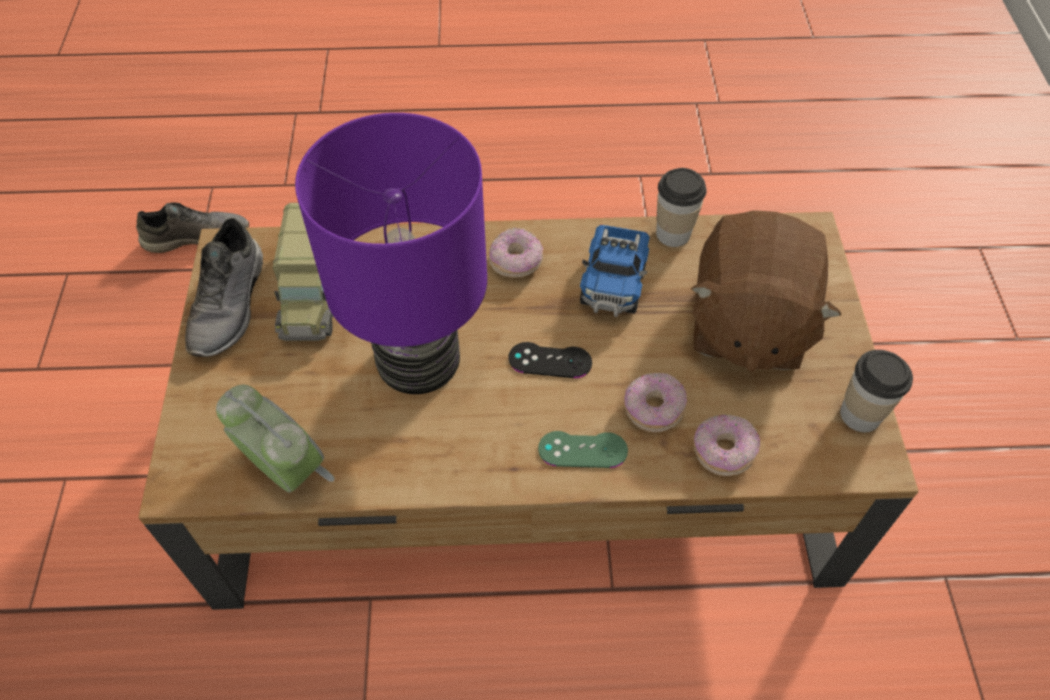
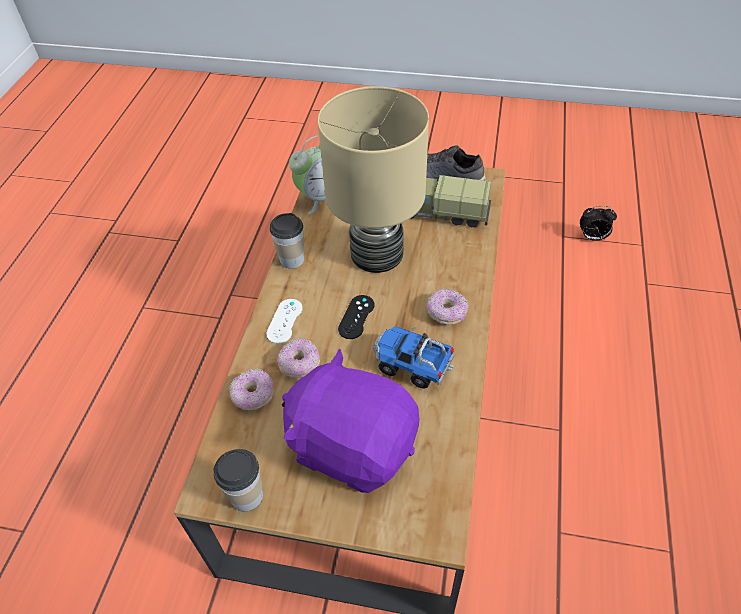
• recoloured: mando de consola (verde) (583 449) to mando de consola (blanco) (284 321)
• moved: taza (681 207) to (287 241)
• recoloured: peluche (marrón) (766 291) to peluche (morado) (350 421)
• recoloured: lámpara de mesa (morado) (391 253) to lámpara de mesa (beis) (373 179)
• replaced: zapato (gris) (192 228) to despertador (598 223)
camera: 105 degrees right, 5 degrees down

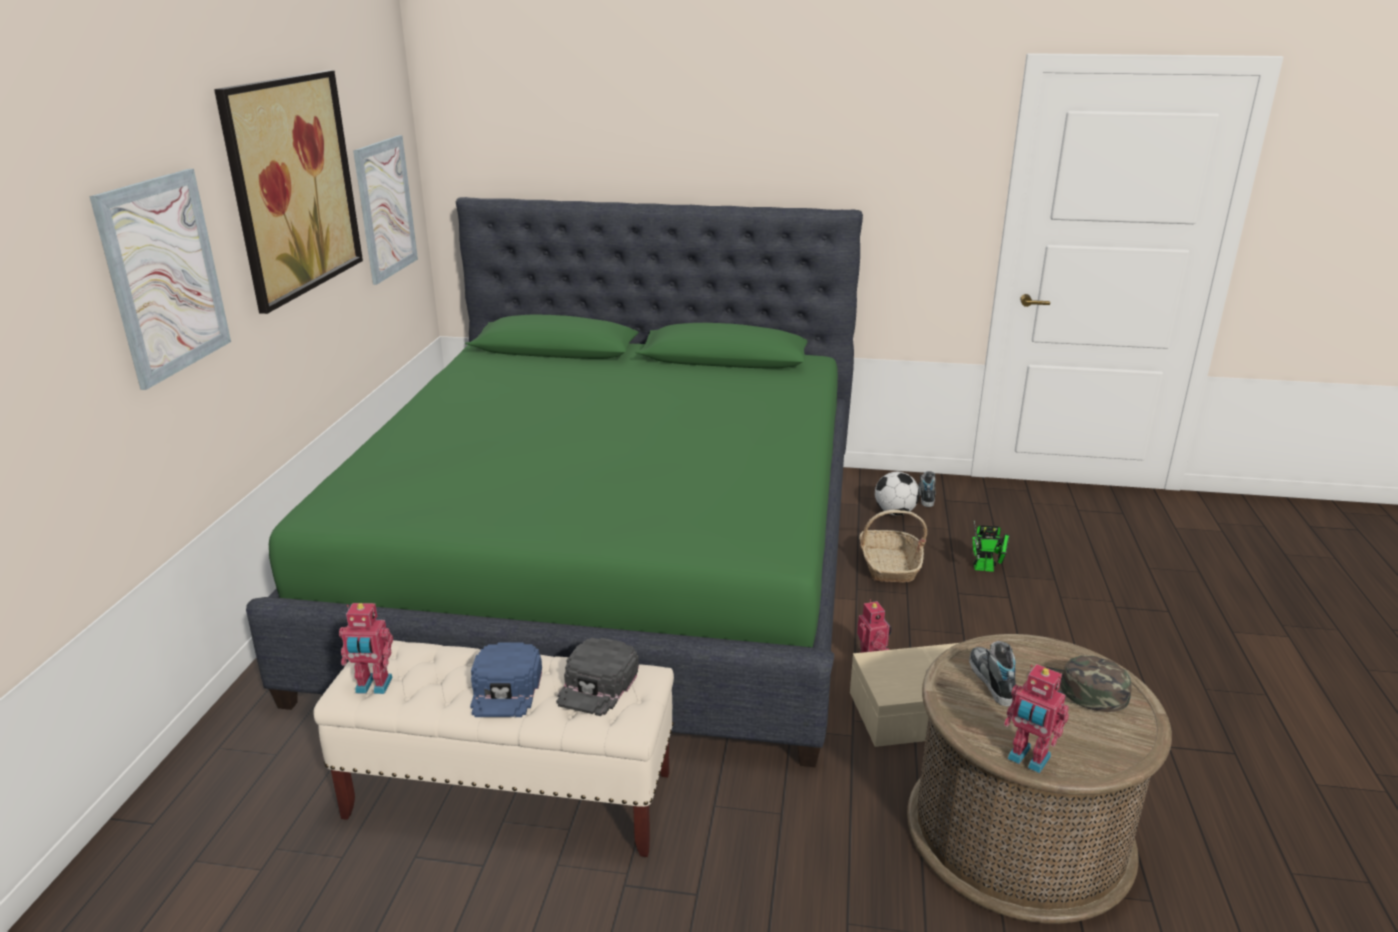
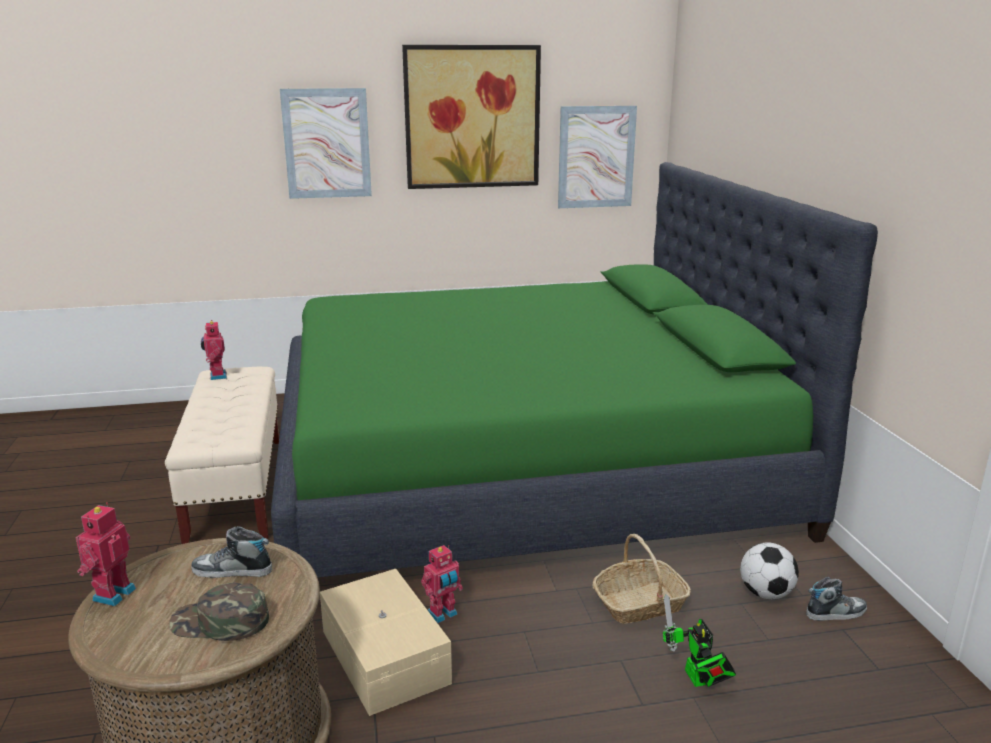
• turned: gorra (verde) (1089 683) = (219 611) 90 degrees counterclockwise
• turned: zapato (992 674) = (231 552) 150 degrees counterclockwise
• removed: gorra (azul) (506 679)
• removed: gorra (negro) (597 677)
camera: 70 degrees right, 5 degrees down

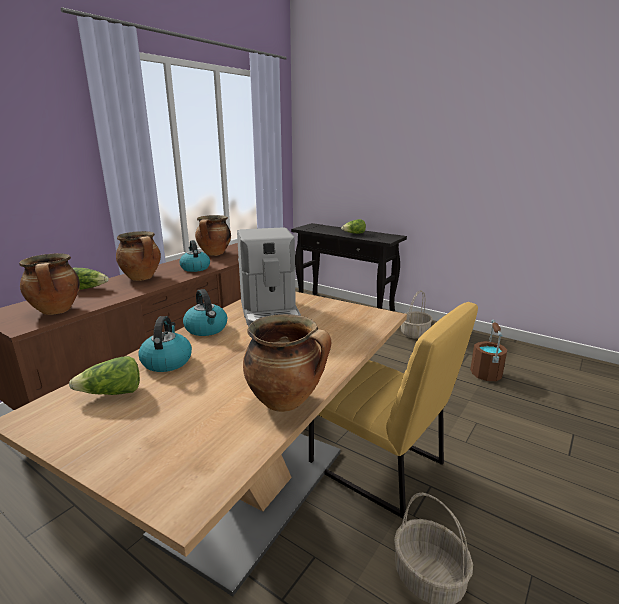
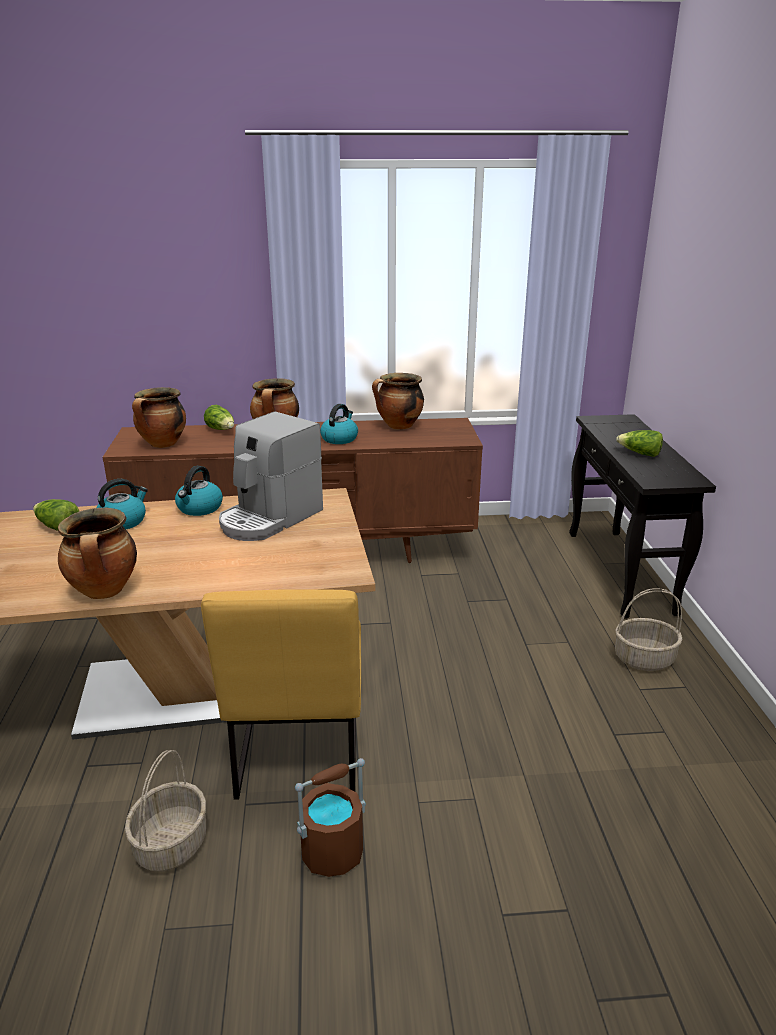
• moved: cubo (marrón) (488 350) to (330 817)
camera: 50 degrees right, 5 degrees up

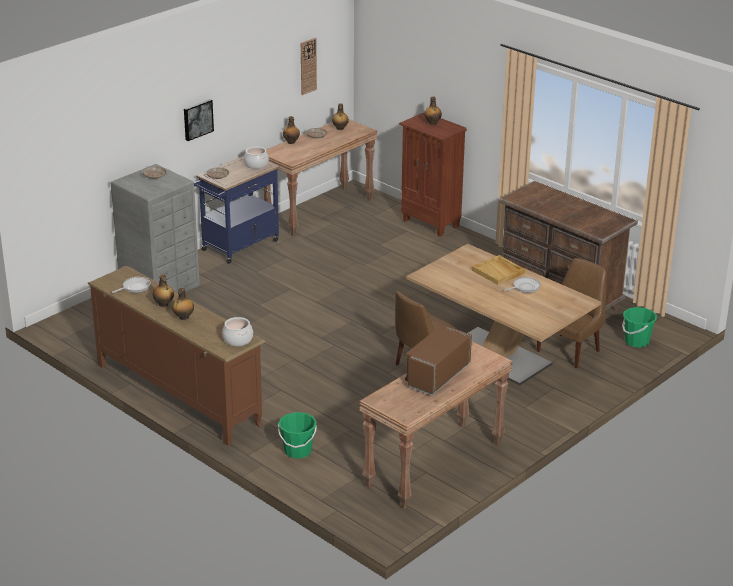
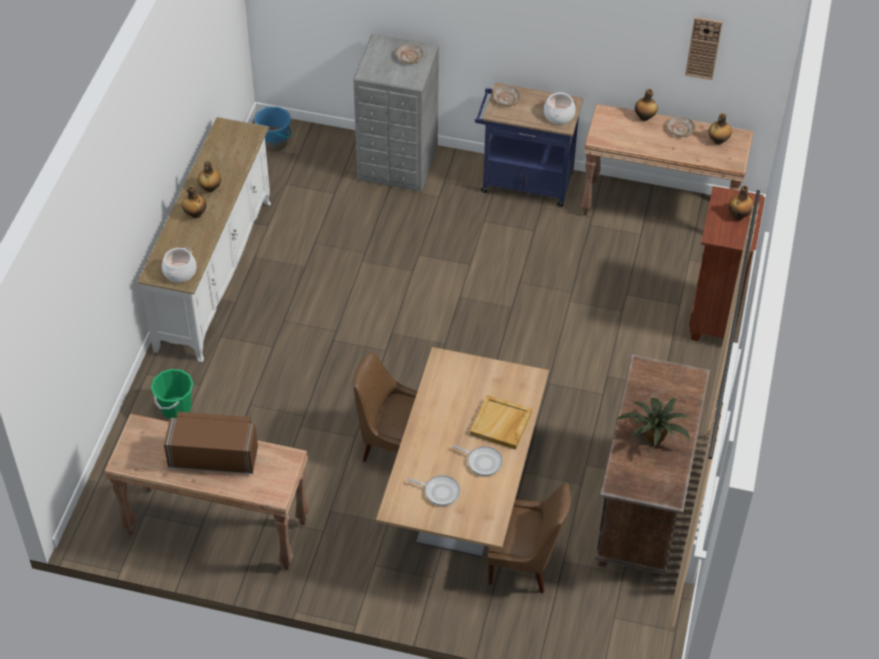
• recoloured: armario (marrón) (177 356) to armario (blanco) (204 239)
• added: cubo (azul) (273 129)
• moved: sartén (131 285) to (433 490)
• added: planta en maceta (653 422)
• removed: cuadro (199 120)
• removed: cubo (verde) (639 327)
camera: 60 degrees right, 20 degrees up

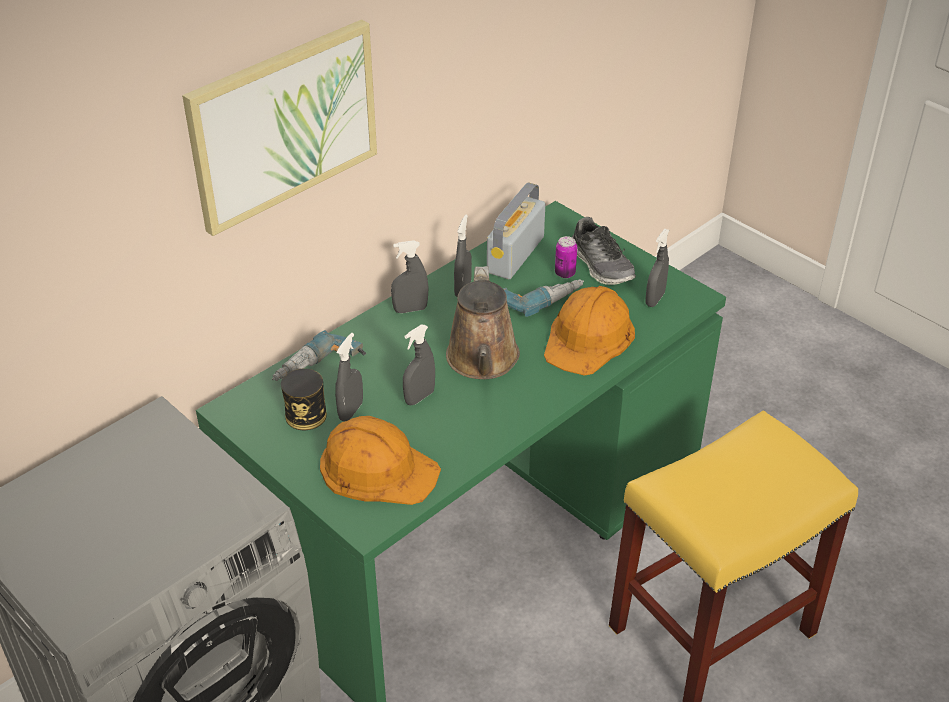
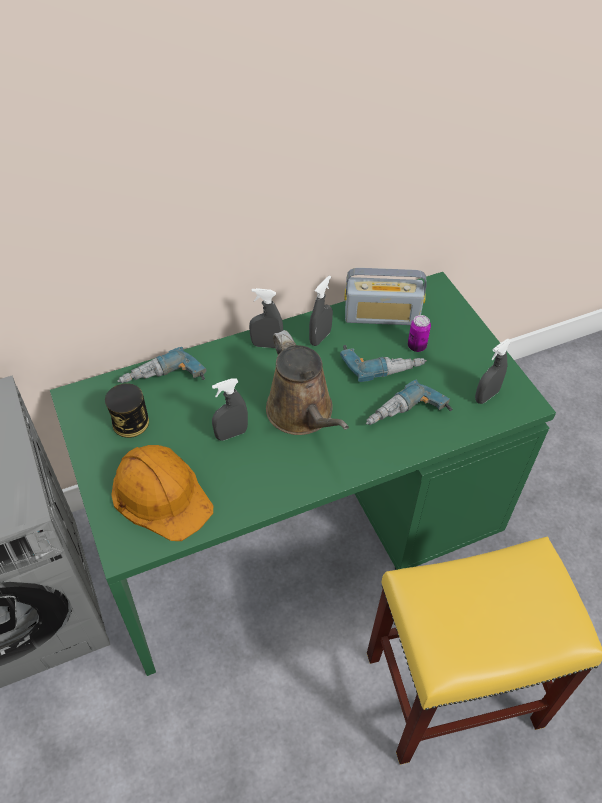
• turned: regadera (marrón) (483 322) = (307 382) 45 degrees counterclockwise
• turned: radio (516 230) = (385 296) 135 degrees counterclockwise
• replaced: casco (naranja) (589 331) to taladro (409 402)
• removed: cuadro (279 127)
• removed: pulverizador (gris) (349 377)
• removed: zapato (604 251)
camera: 20 degrees right, 10 degrees up

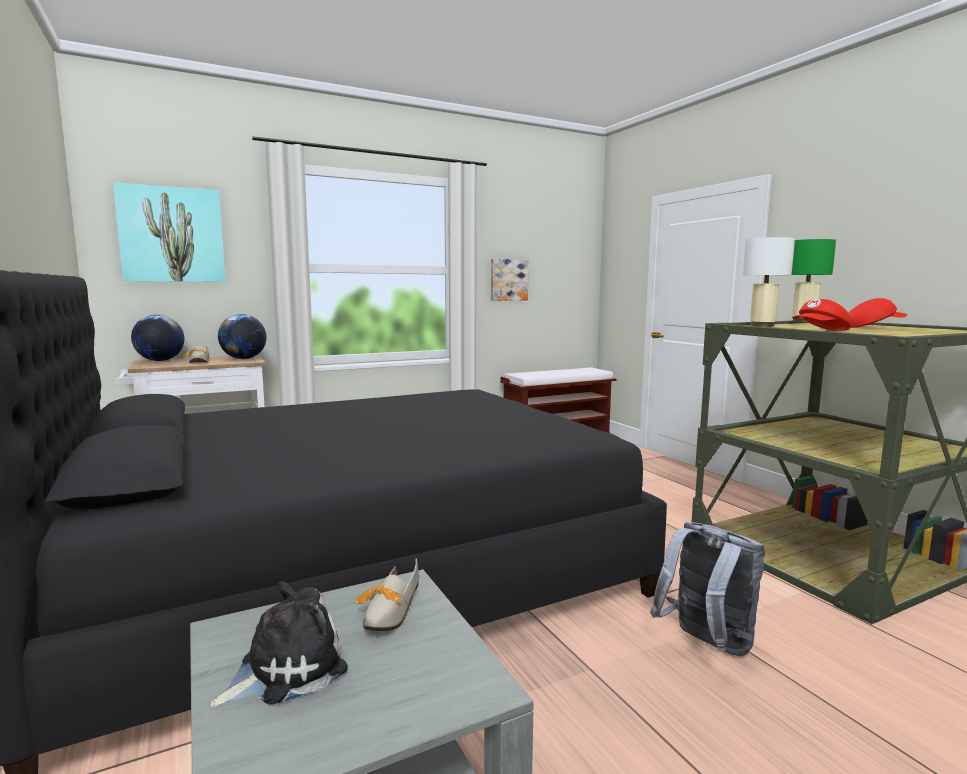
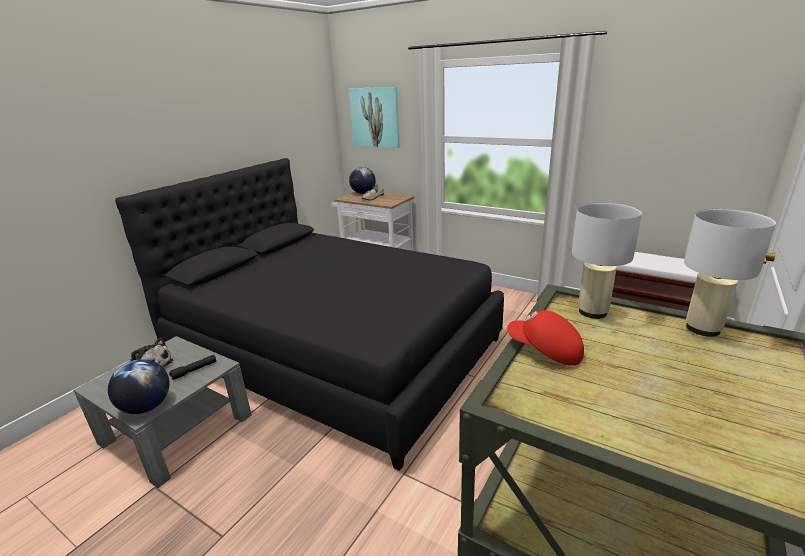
• moved: globo terráqueo (242 336) to (139 386)
• replaced: zapato (387 594) to linterna (negro) (192 367)
• recoloured: lámpara de mesa (verde) (813 281) to lámpara de mesa (blanco) (730 273)
• removed: cuadro (510 280)
• removed: mochila (gris) (707 589)
• removed: gorra (rojo) (878 313)
camera: 60 degrees right, 15 degrees up

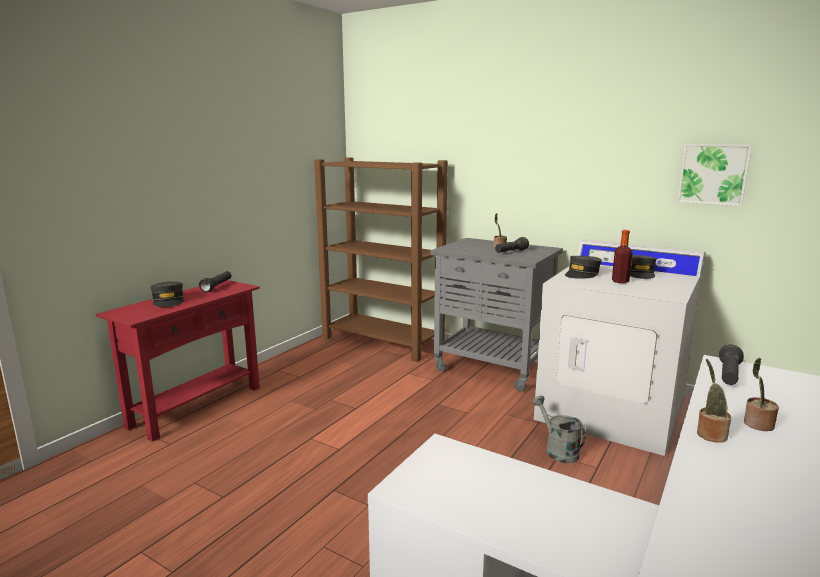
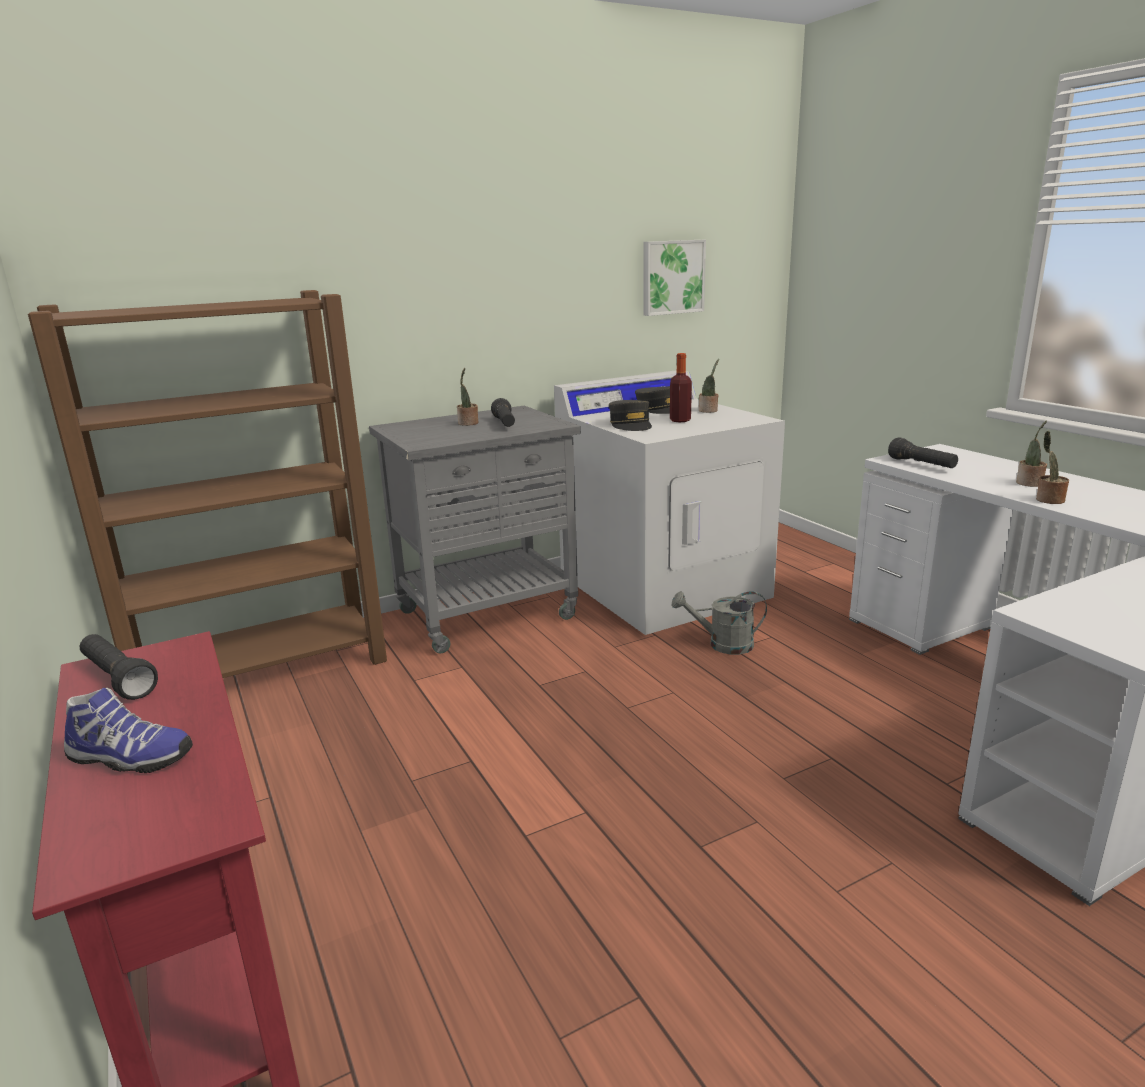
• replaced: gorra (gris) (167 294) to zapato (128 730)
• added: planta en maceta (709 386)
camera: 60 degrees left, 5 degrees up

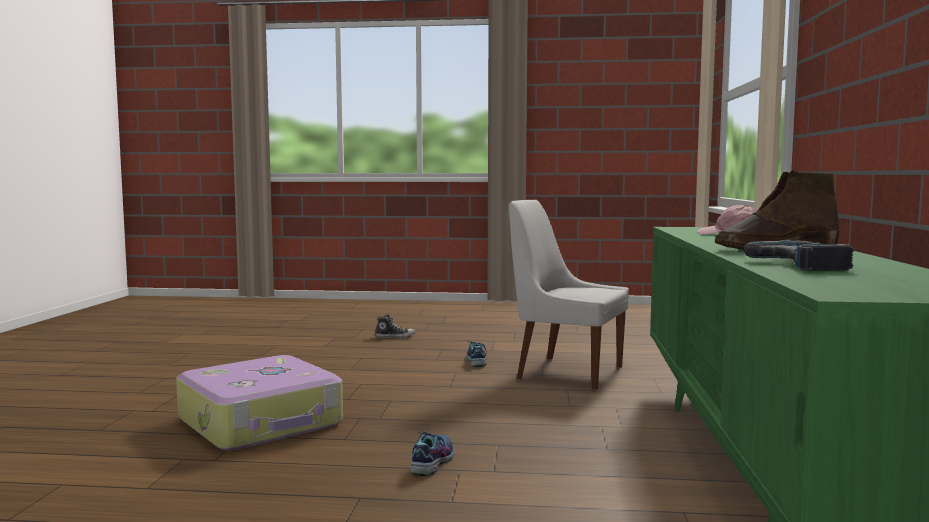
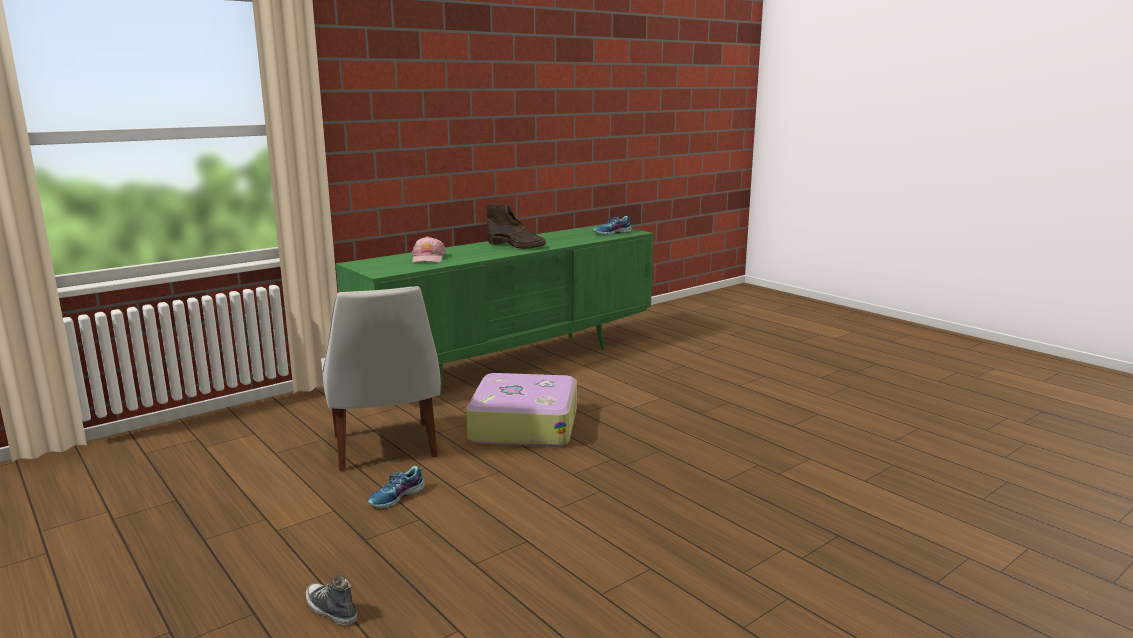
• moved: maleta (259 403) to (521 410)
• moved: zapato (432 452) to (613 226)
• removed: taladro (799 255)
camera: 135 degrees left, 10 degrees up

